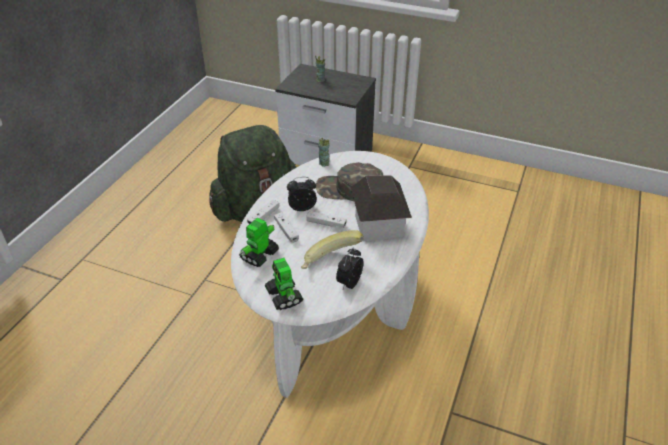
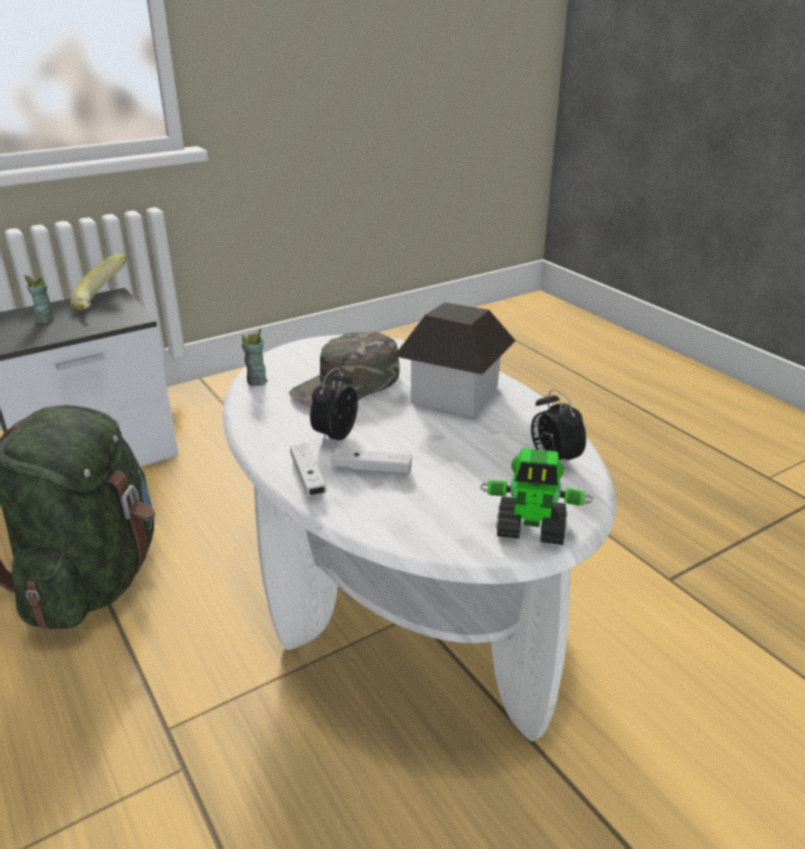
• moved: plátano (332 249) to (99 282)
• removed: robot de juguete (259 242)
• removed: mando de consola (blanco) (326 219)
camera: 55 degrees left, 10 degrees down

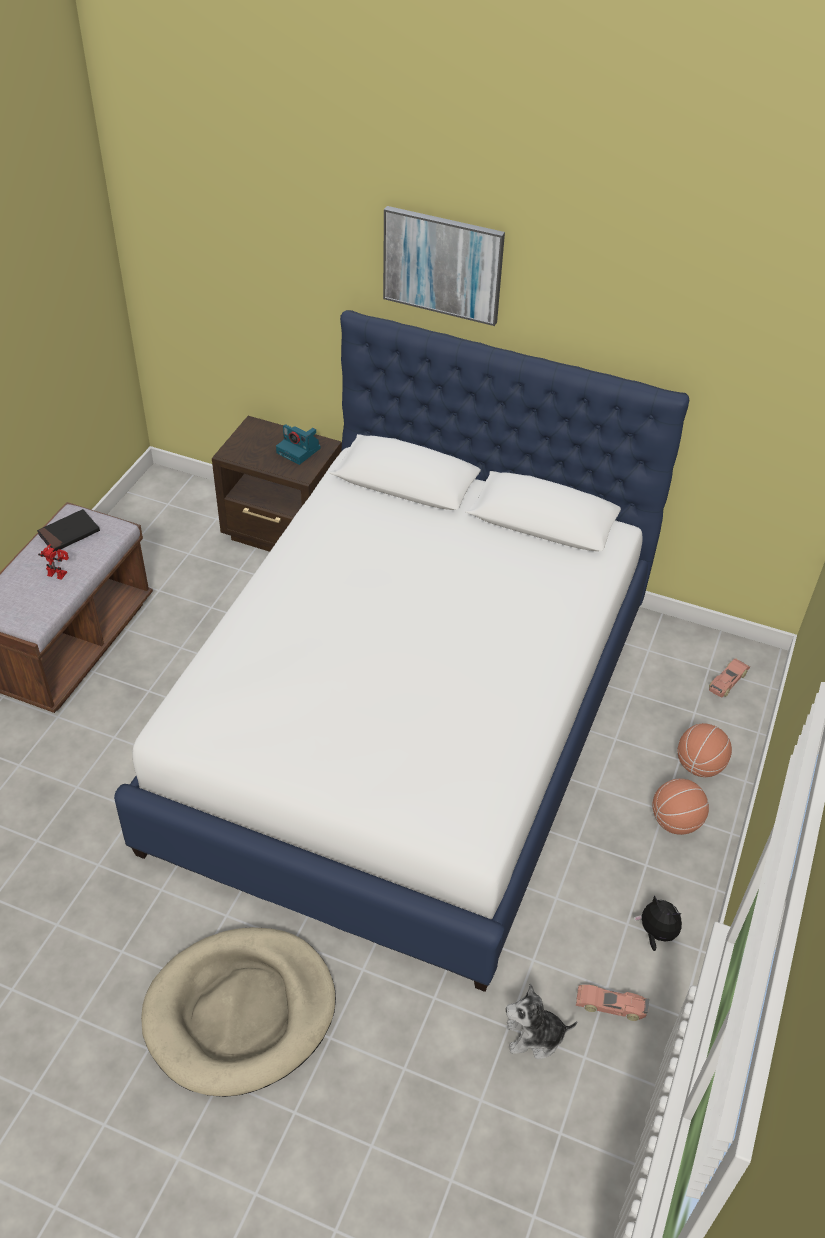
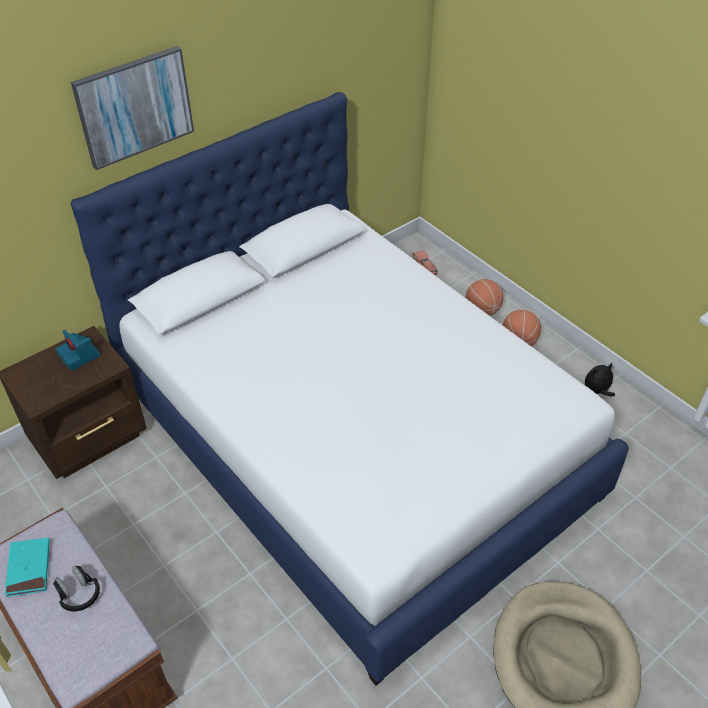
• recoloured: libro (negro) (68 530) to libro (turquesa) (27 567)
• replaced: robot de juguete (53 562) to auriculares (negro) (76 588)
• turned: cámara (298 444) = (78 350) 75 degrees clockwise
• removed: peluche (541 1021)
• removed: coche de juguete (612 1003)
camera: 60 degrees left, 0 degrees up

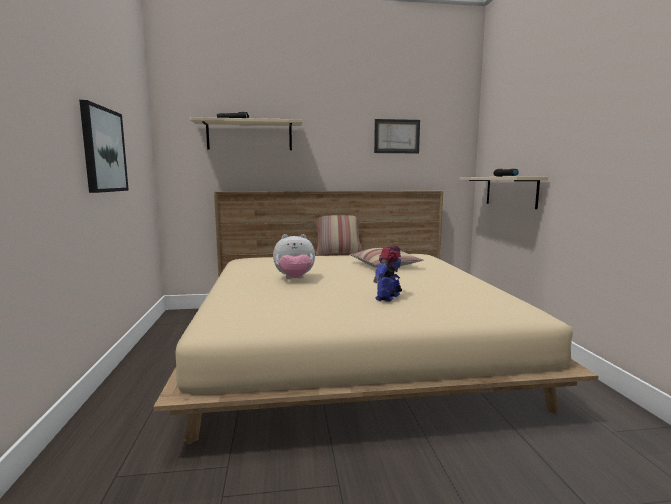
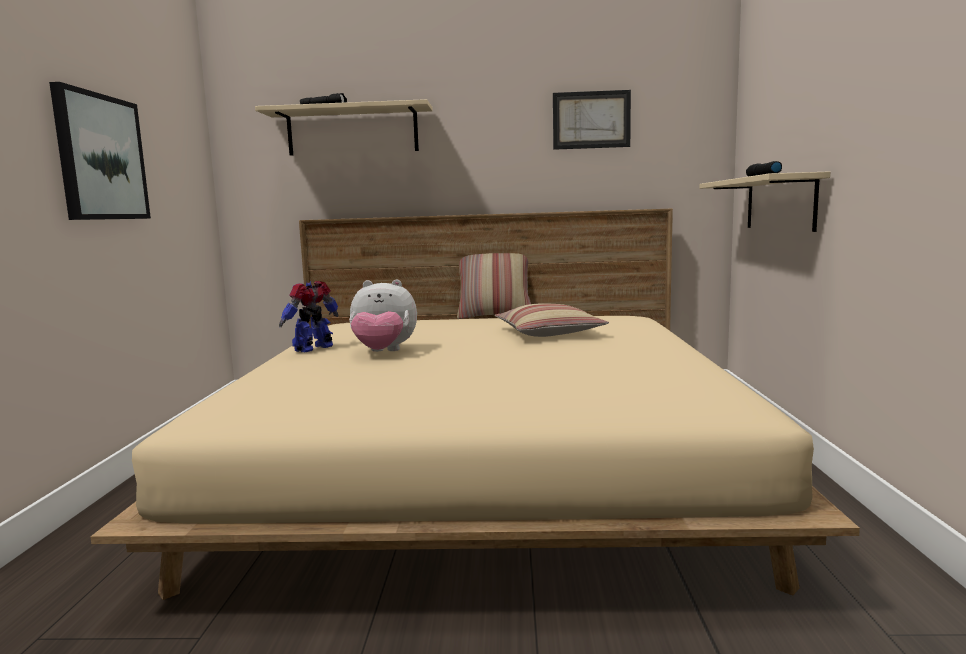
• moved: robot de juguete (387 274) to (308 316)
camera: 10 degrees right, 0 degrees up

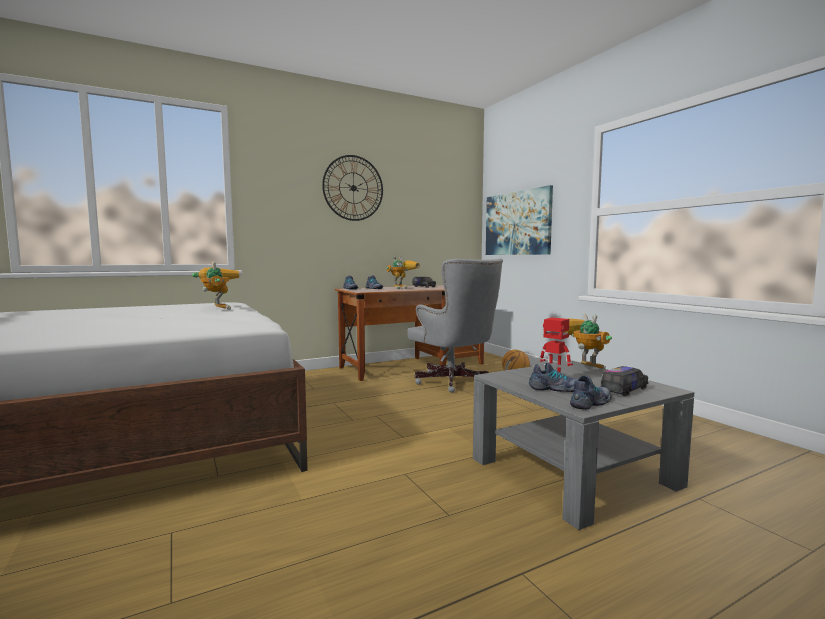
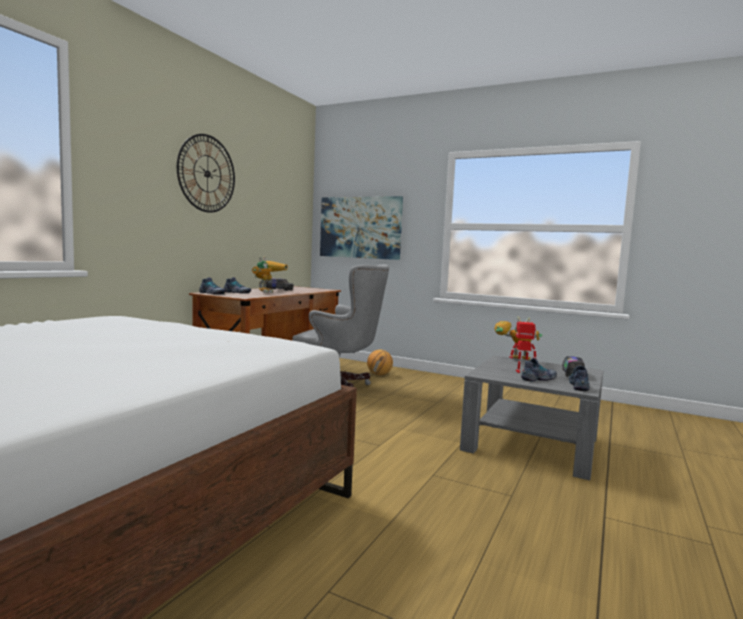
• removed: robot de juguete (215 286)
camera: 35 degrees left, 0 degrees up

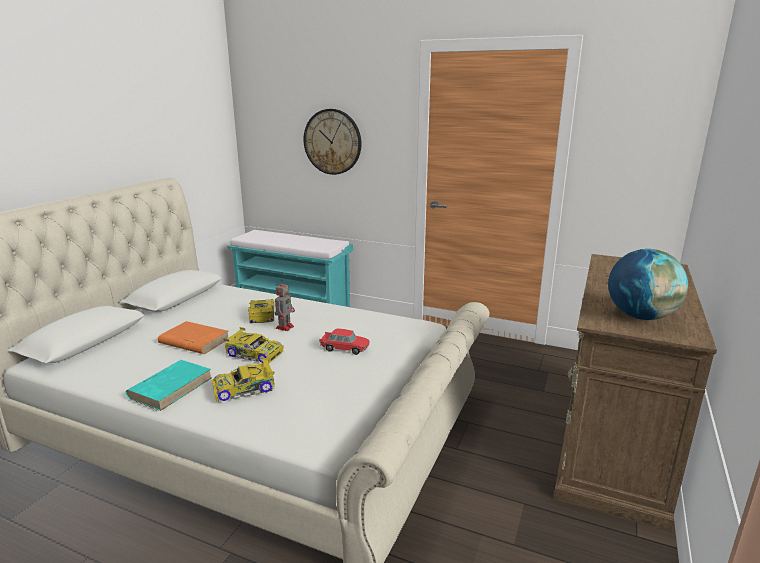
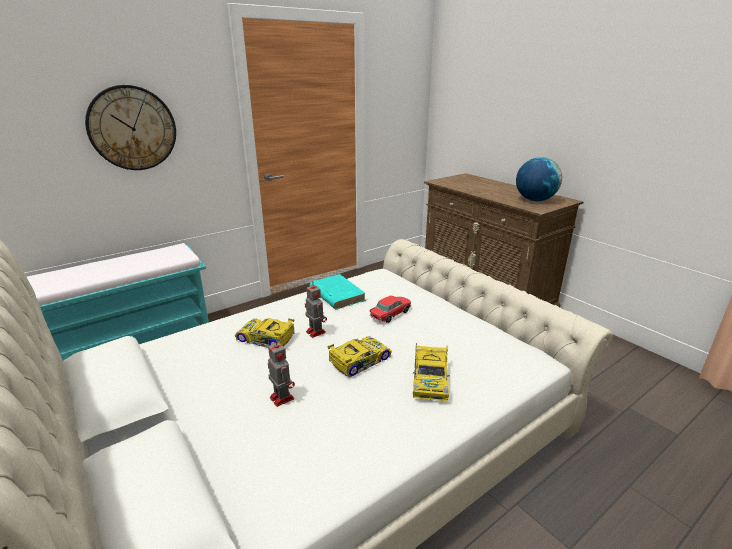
• replaced: libro (naranja) (193 337) to robot de juguete (281 373)
• moved: libro (turquesa) (168 385) to (337 291)
camera: 60 degrees left, 5 degrees up

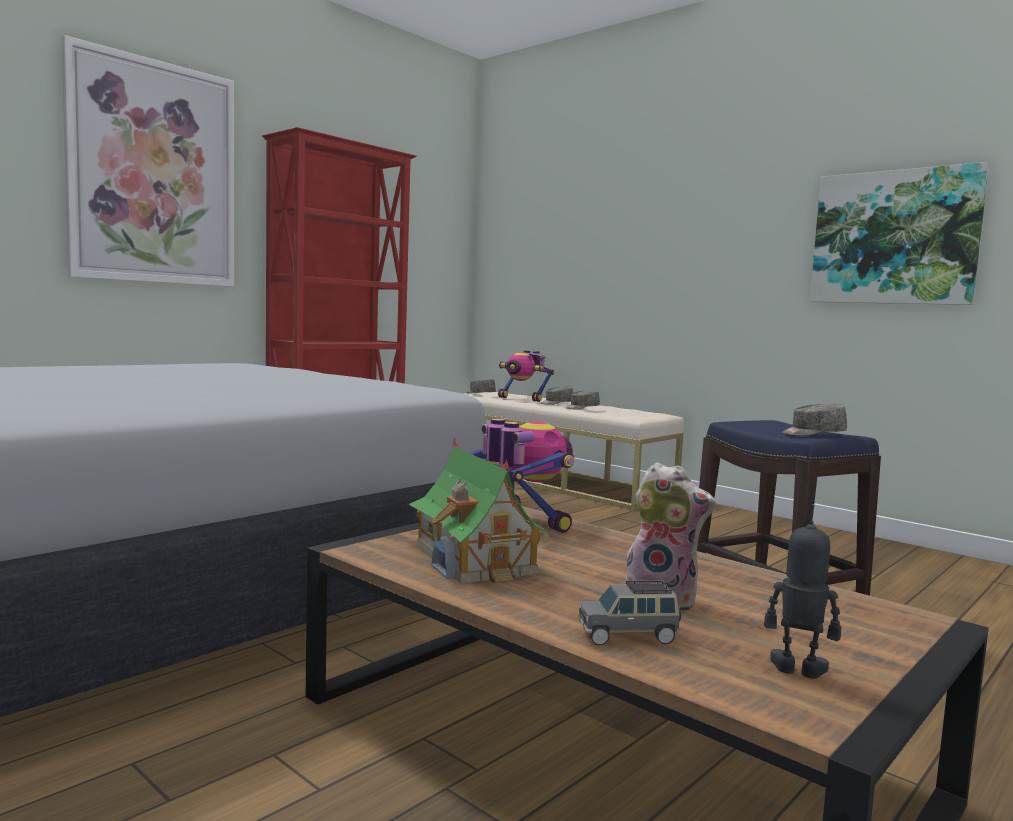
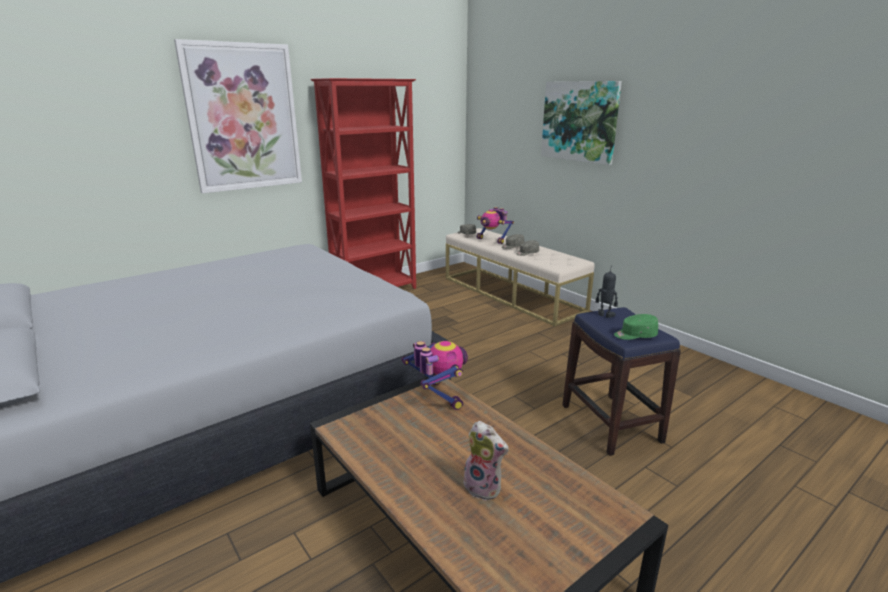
• moved: cuadro (899 233) to (581 123)
• moved: robot de juguete (802 591) to (606 294)
• recoloured: gorra (gris) (814 419) to gorra (verde) (636 327)
• removed: casita (481 510)
• removed: coche de juguete (gris) (630 613)
camera: 10 degrees right, 15 degrees up

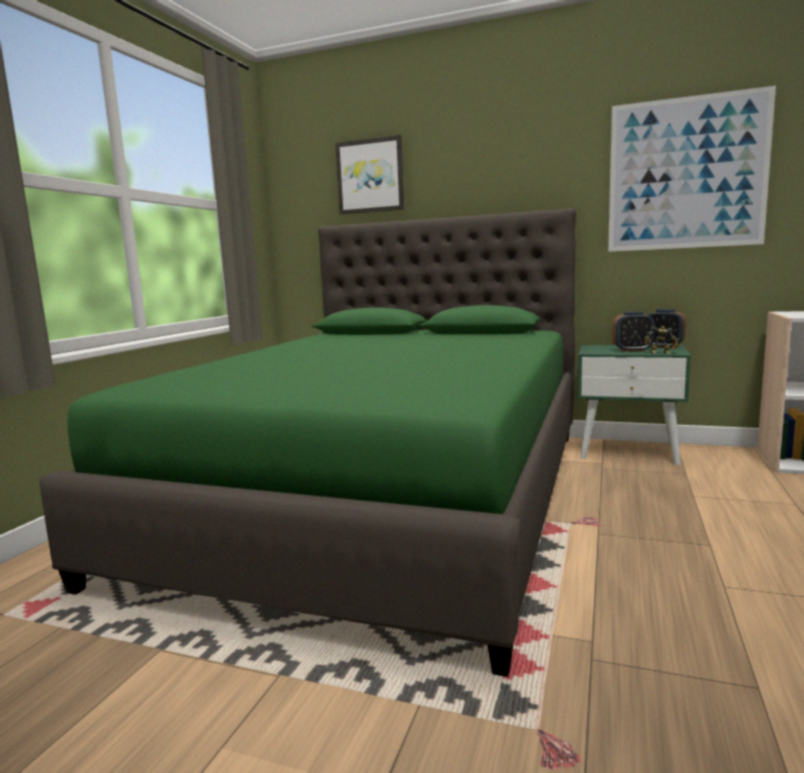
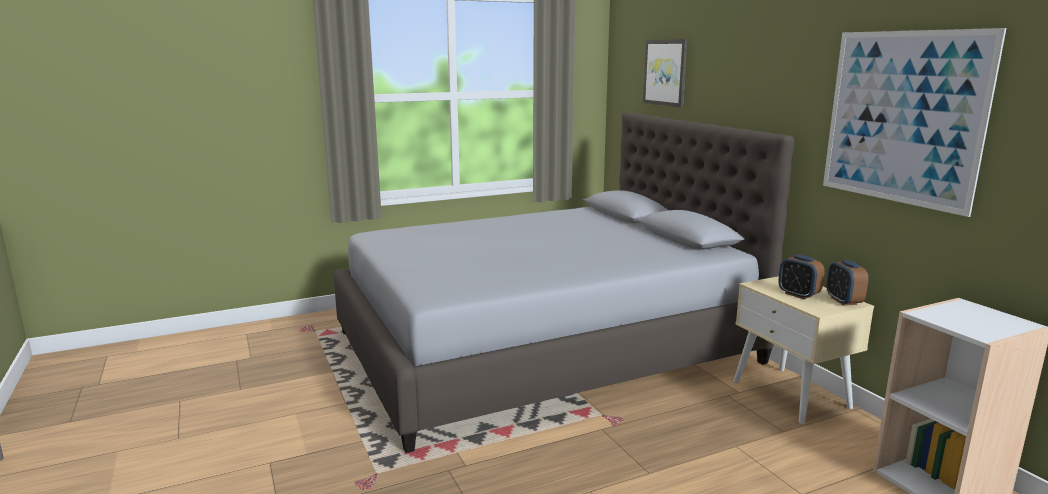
• recoloured: cama (verde) (307 442) to cama (gris) (564 282)
• recoloured: mesita de noche (verde) (634 405) to mesita de noche (beis) (803 350)
• removed: robot de juguete (661 340)
camera: 45 degrees right, 5 degrees up

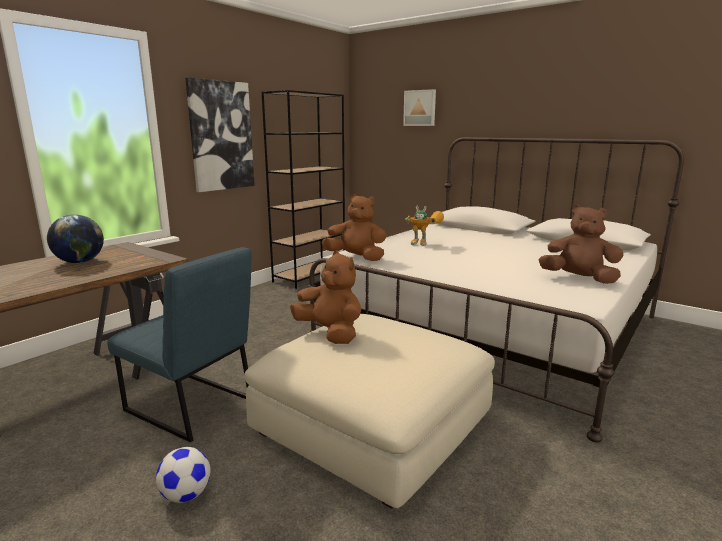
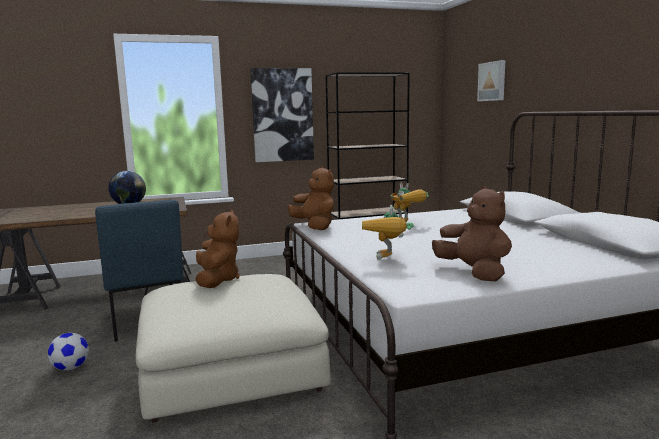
• added: robot de juguete (388 232)
camera: 35 degrees right, 5 degrees down

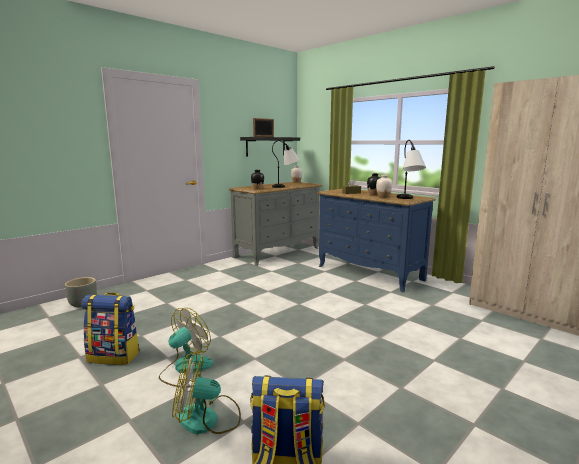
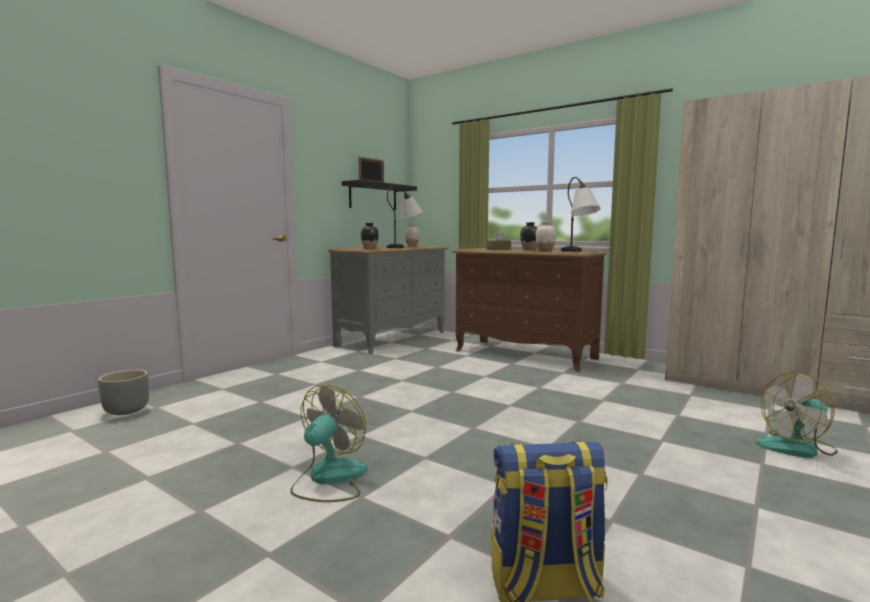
• recoloured: cómoda (azul) (376 240) to cómoda (marrón) (530 310)
• moved: ventilador (206 393) to (797 414)
• removed: mochila (110 329)
camera: 10 degrees left, 5 degrees down

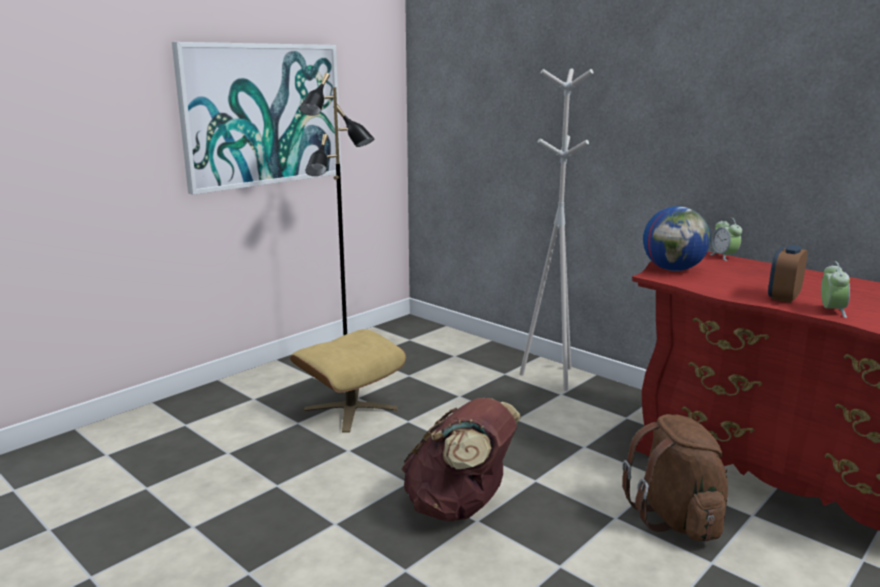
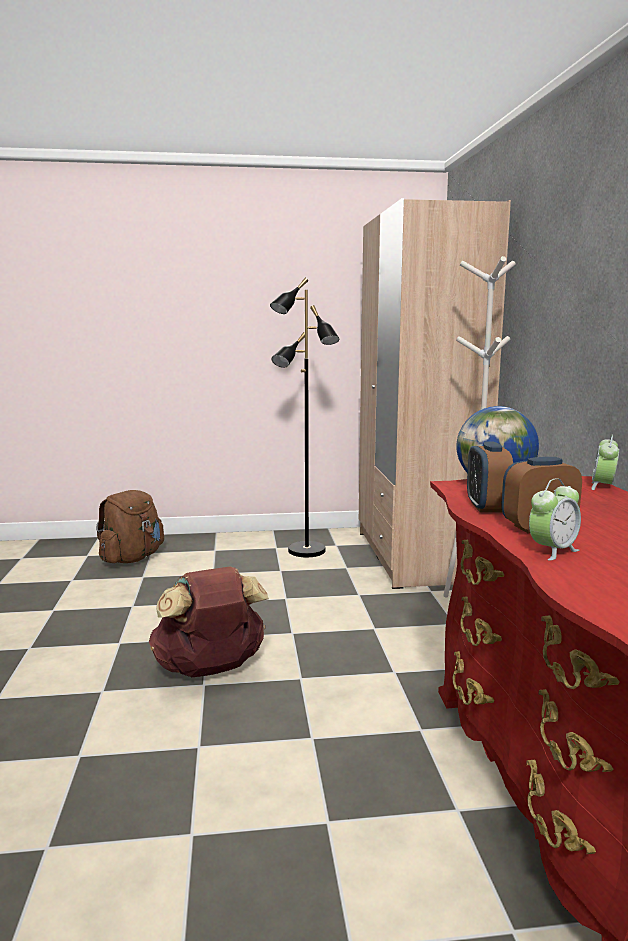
• moved: mochila (marrón) (675 478) to (130 526)
• added: armario ropero (beis) (435 393)
• added: despertador (490 477)
• removed: cuadro (256 118)
• removed: puf (beis) (348 381)
camera: 40 degrees right, 5 degrees down

